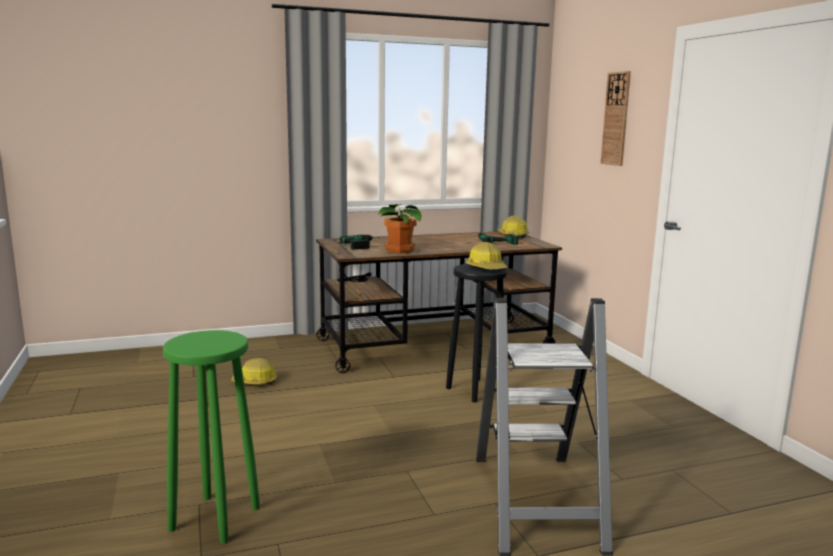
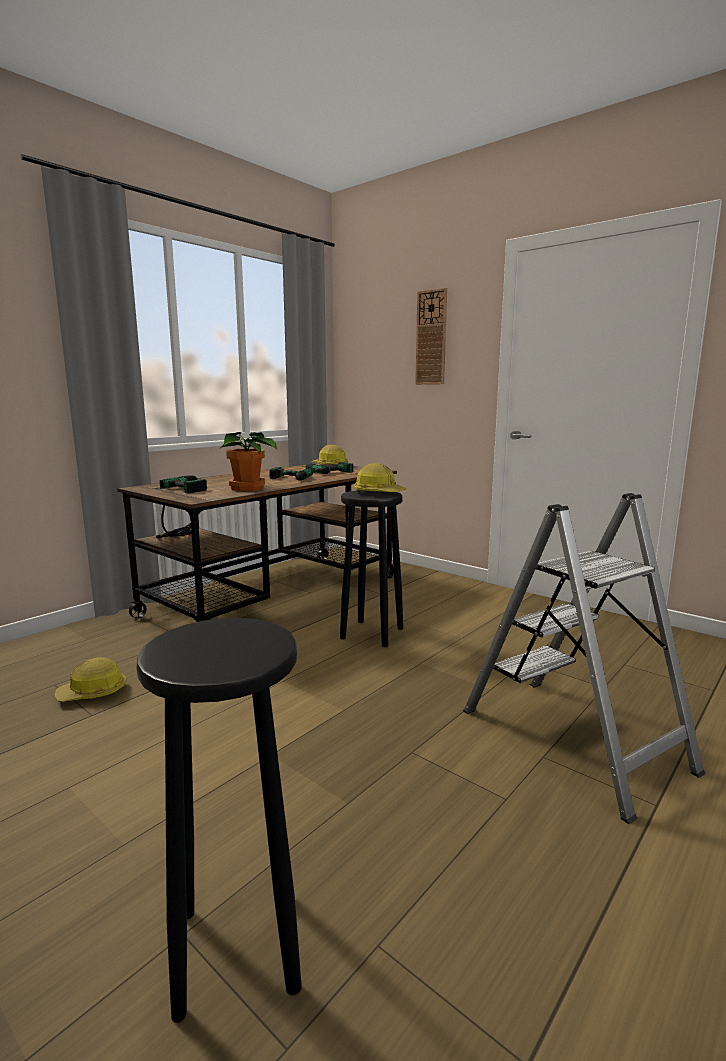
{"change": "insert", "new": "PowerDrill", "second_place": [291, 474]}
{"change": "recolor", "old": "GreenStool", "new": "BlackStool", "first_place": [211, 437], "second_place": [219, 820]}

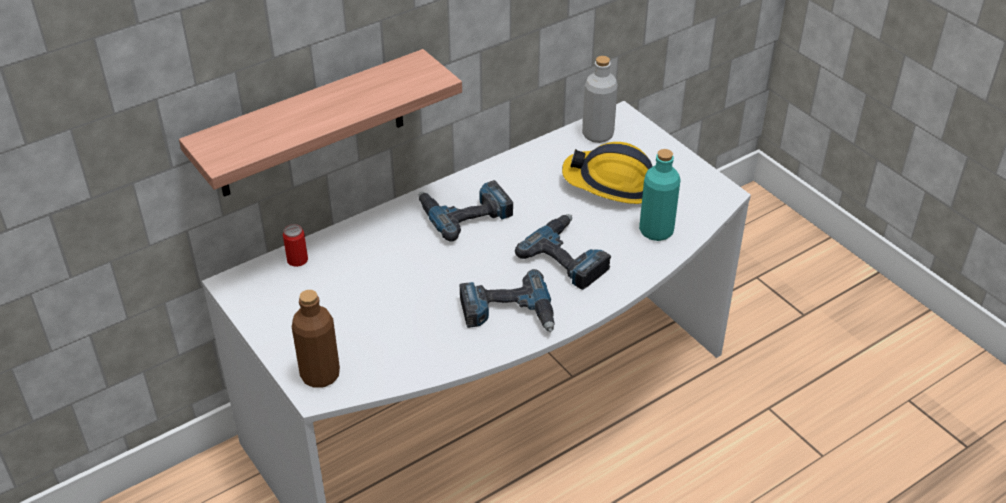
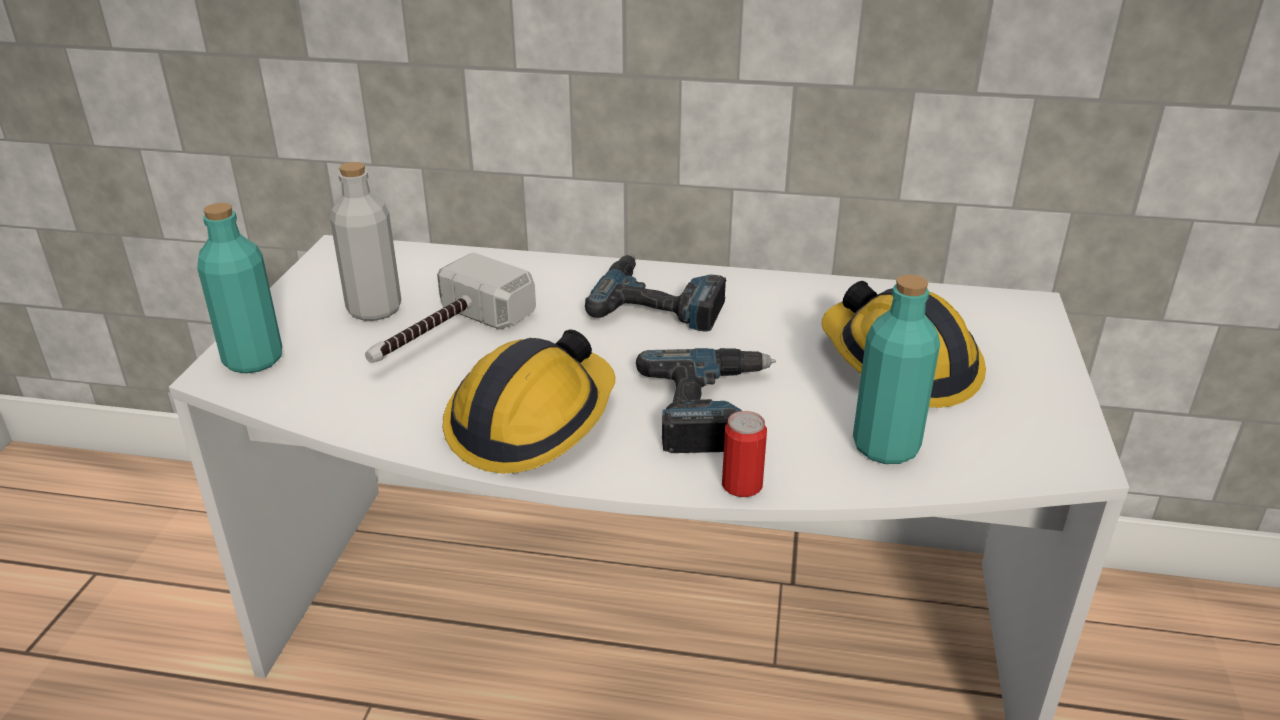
{"change": "delete", "old": "Shelf", "first_place": [320, 123]}
{"change": "insert", "new": "Hammer", "second_place": [450, 307]}
{"change": "move", "old": "Can", "first_place": [295, 245], "second_place": [744, 454]}
{"change": "move", "old": "GreyBottle", "first_place": [600, 99], "second_place": [365, 241]}
{"change": "replace", "old": "PowerDrill", "new": "HardHat", "first_place": [507, 300], "second_place": [529, 401]}
{"change": "recolor", "old": "BrownBottle", "new": "TurquoiseBottle", "first_place": [316, 339], "second_place": [239, 288]}

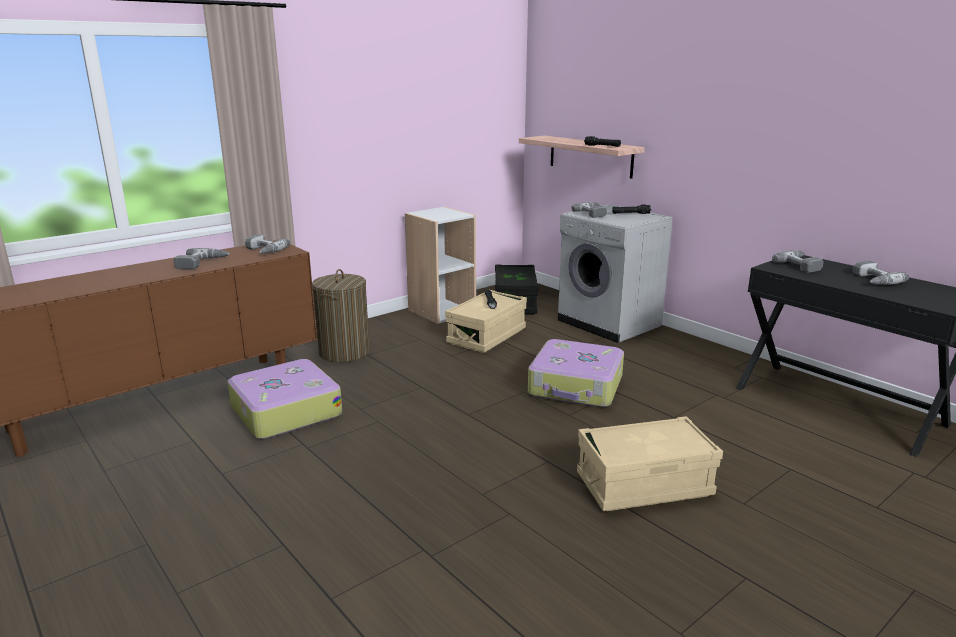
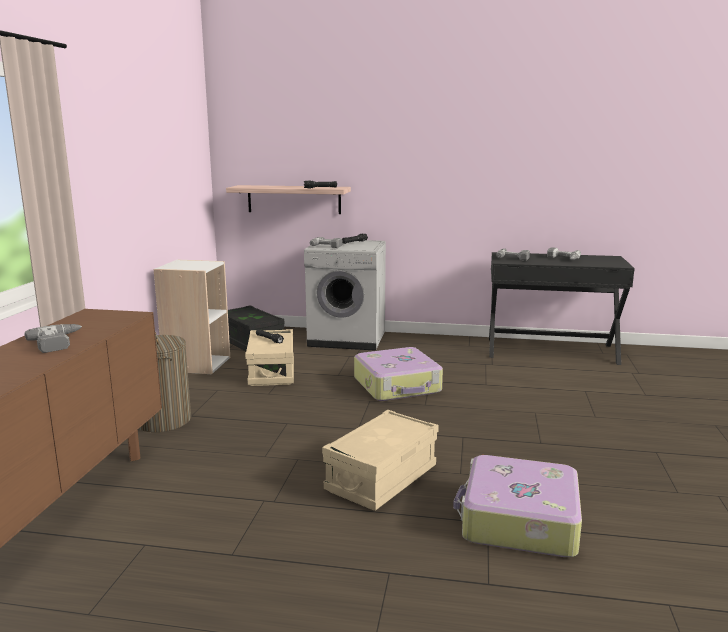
{"change": "delete", "old": "PowerDrill", "first_place": [267, 244]}
{"change": "move", "old": "Suitcase", "first_place": [284, 399], "second_place": [517, 506]}
{"change": "move", "old": "BeigeStorageBox", "first_place": [650, 463], "second_place": [380, 460]}

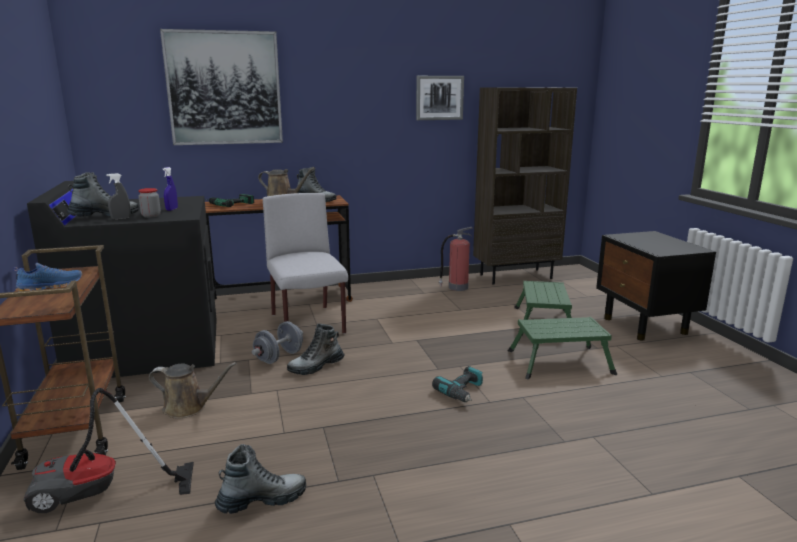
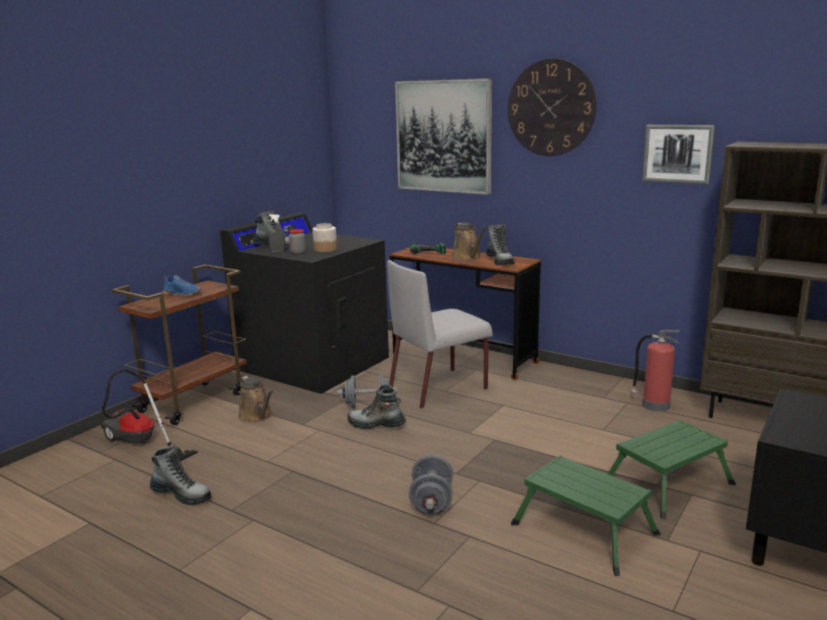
{"change": "insert", "new": "WallClock", "second_place": [552, 107]}
{"change": "replace", "old": "BlueSprayBottle", "new": "Jar", "first_place": [170, 189], "second_place": [324, 237]}
{"change": "replace", "old": "PowerDrill", "new": "GreyDumbbell", "first_place": [457, 384], "second_place": [431, 485]}
{"change": "rotate", "old": "GreyChair", "first_place": [305, 263], "second_place": [440, 334], "degrees": -150}

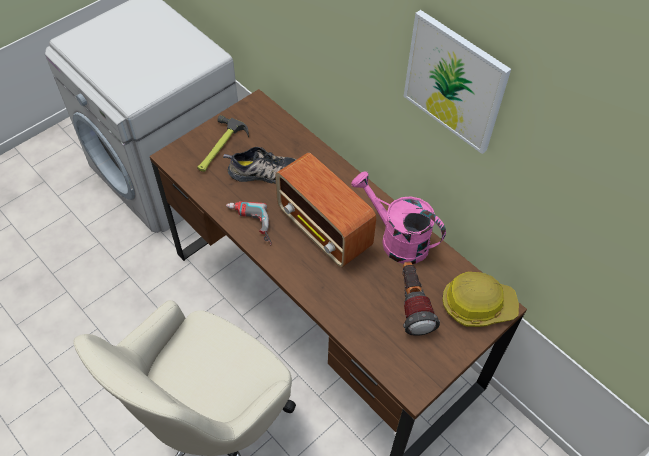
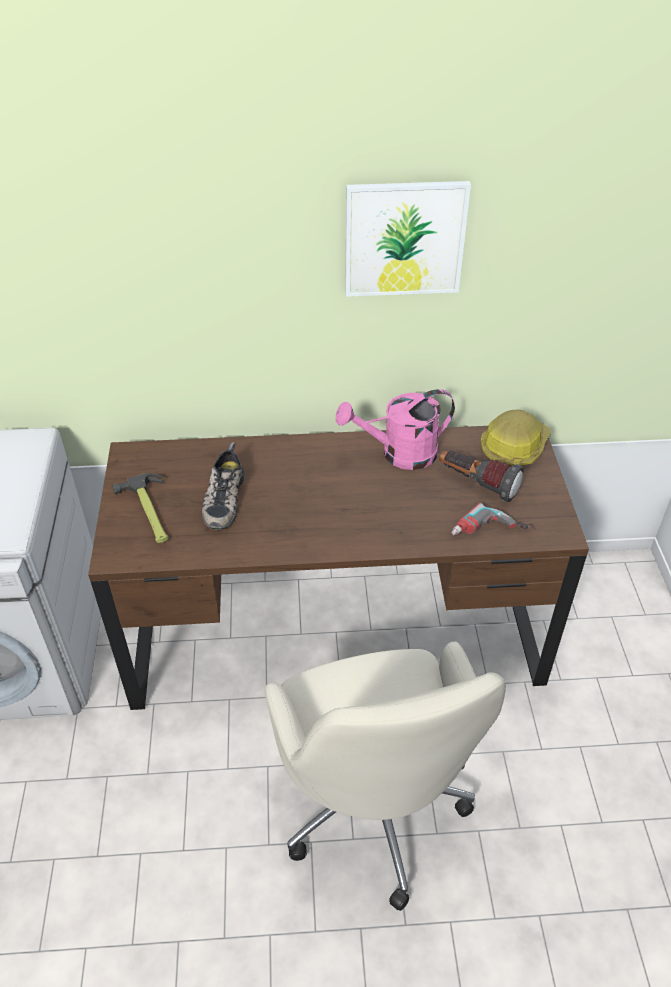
{"change": "delete", "old": "Radio", "first_place": [325, 210]}
{"change": "move", "old": "PowerDrill", "first_place": [249, 223], "second_place": [493, 519]}
{"change": "rotate", "old": "Shoe", "first_place": [260, 165], "second_place": [223, 486], "degrees": 150}

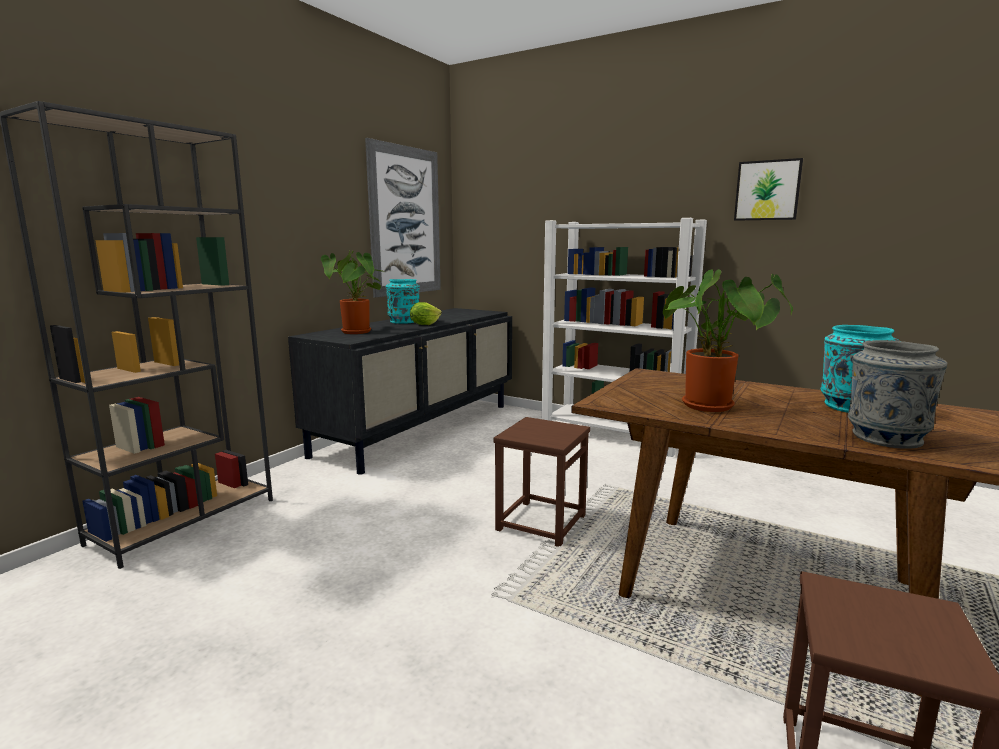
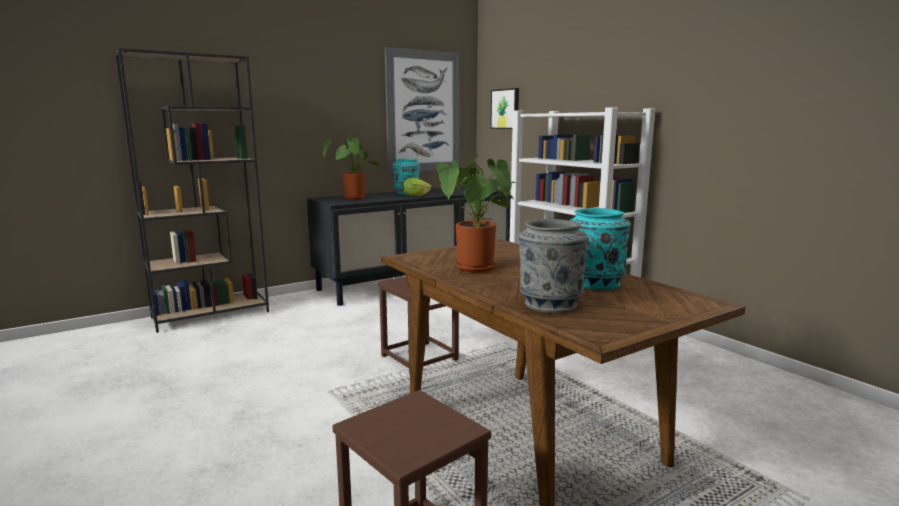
{"change": "move", "old": "Picture", "first_place": [768, 189], "second_place": [504, 108]}

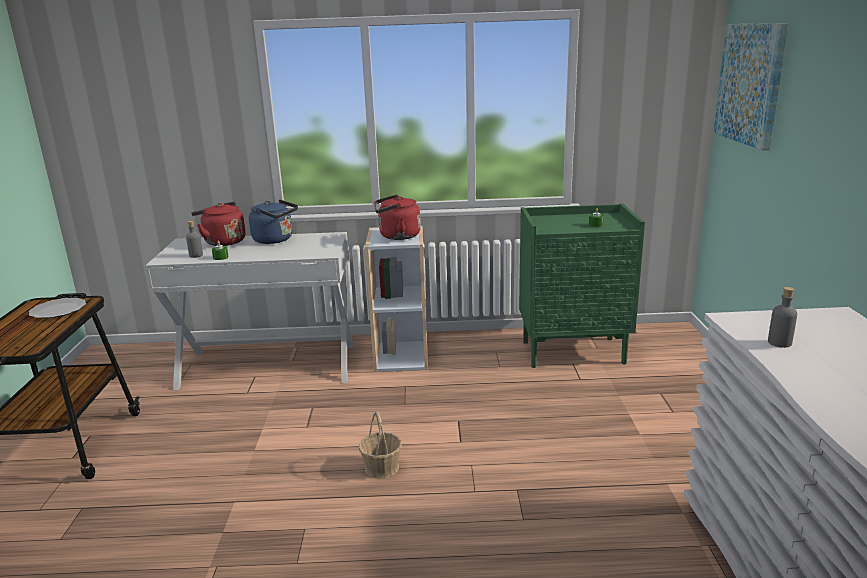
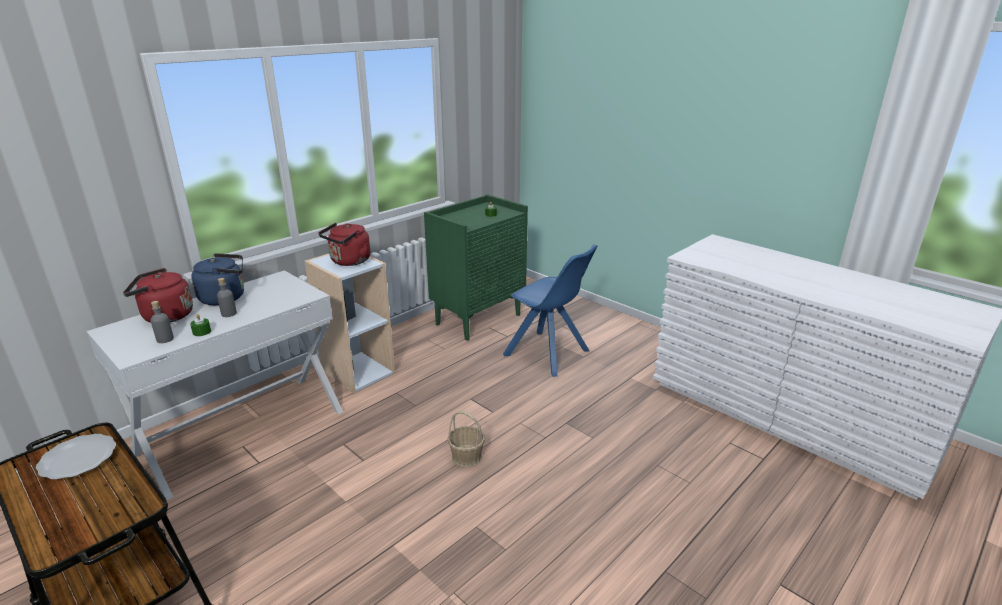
{"change": "delete", "old": "Picture", "first_place": [751, 86]}
{"change": "insert", "new": "BlueChair", "second_place": [550, 310]}
{"change": "move", "old": "GreyBottle", "first_place": [782, 317], "second_place": [227, 297]}

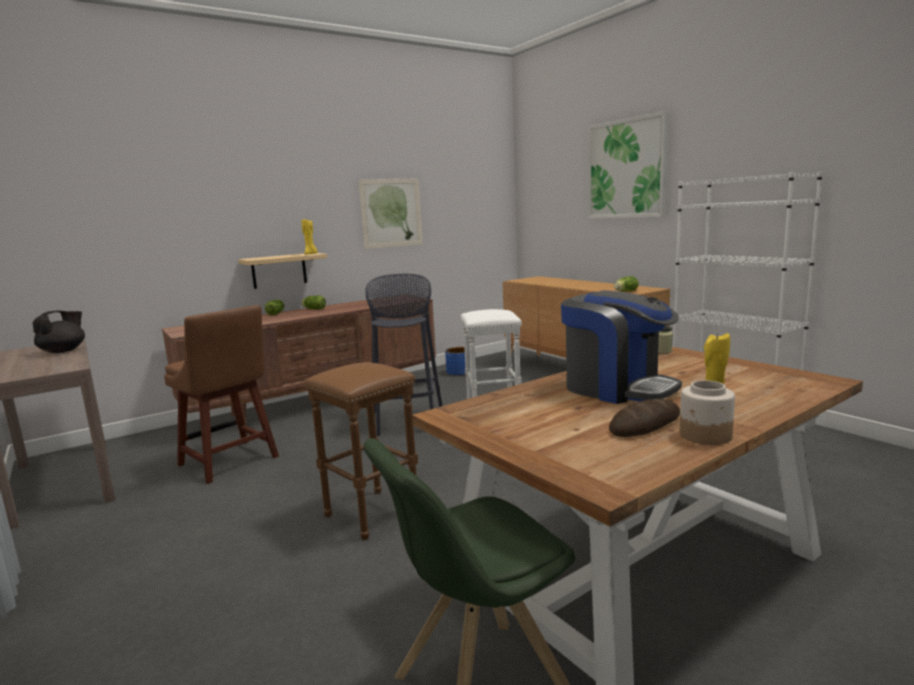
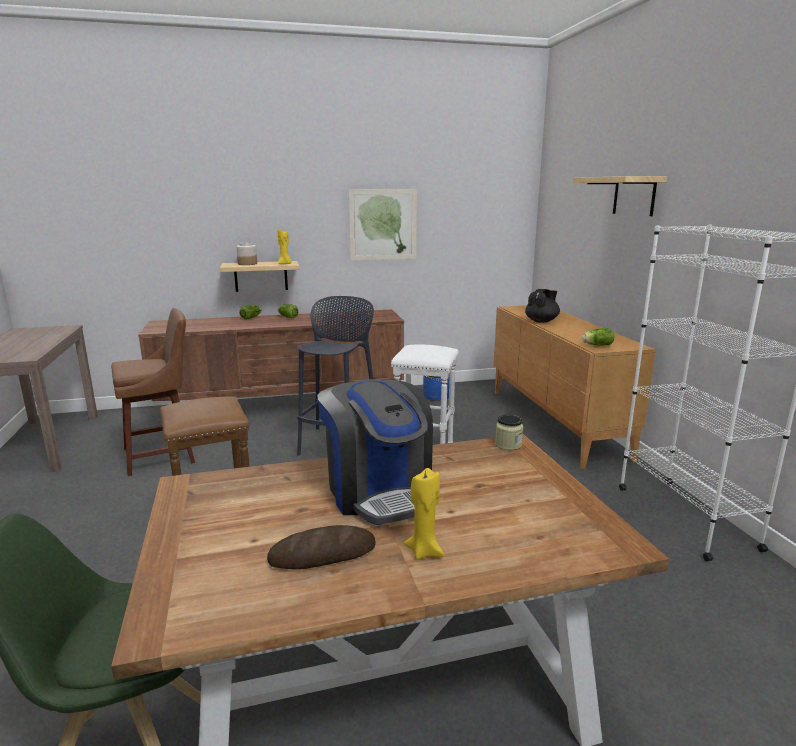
{"change": "move", "old": "BlackTeapot", "first_place": [58, 332], "second_place": [542, 306]}
{"change": "move", "old": "Jar", "first_place": [707, 412], "second_place": [246, 253]}
{"change": "replace", "old": "Picture", "new": "Shelf", "first_place": [628, 165], "second_place": [620, 196]}
{"change": "rotate", "old": "BrownChair", "first_place": [221, 394], "second_place": [153, 392], "degrees": -90}

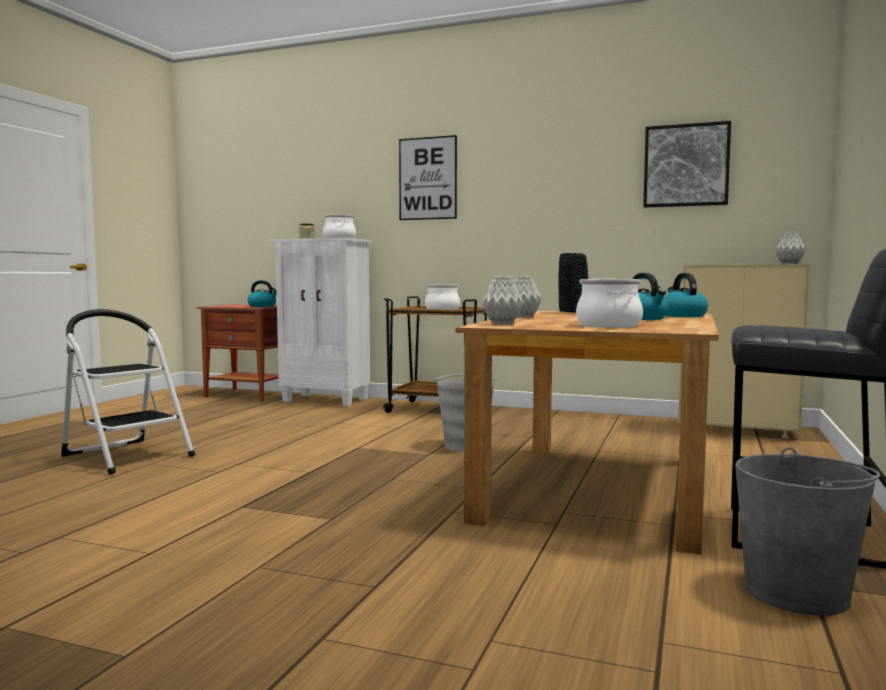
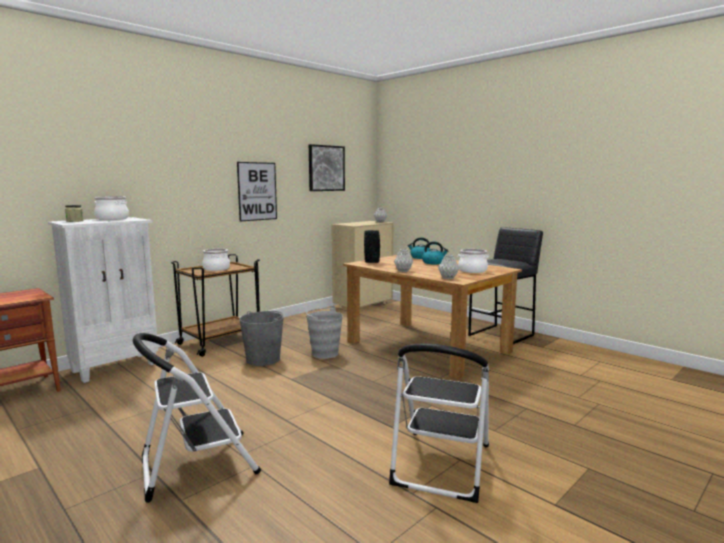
{"change": "delete", "old": "Kettle", "first_place": [262, 293]}
{"change": "insert", "new": "StepLadder", "second_place": [439, 423]}
{"change": "move", "old": "Picture", "first_place": [428, 177], "second_place": [257, 192]}
{"change": "move", "old": "GreyBucket", "first_place": [808, 531], "second_place": [261, 338]}

